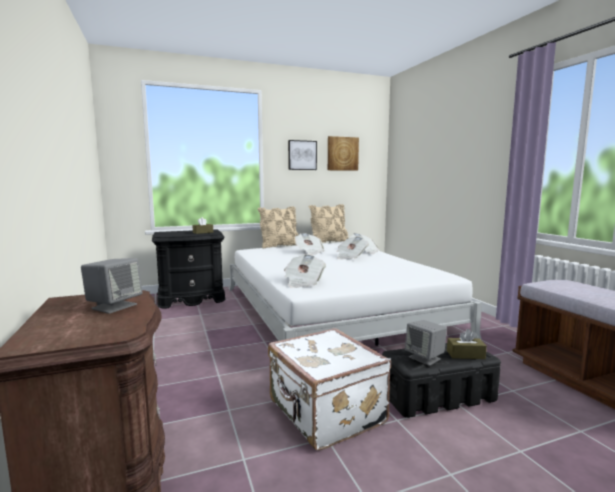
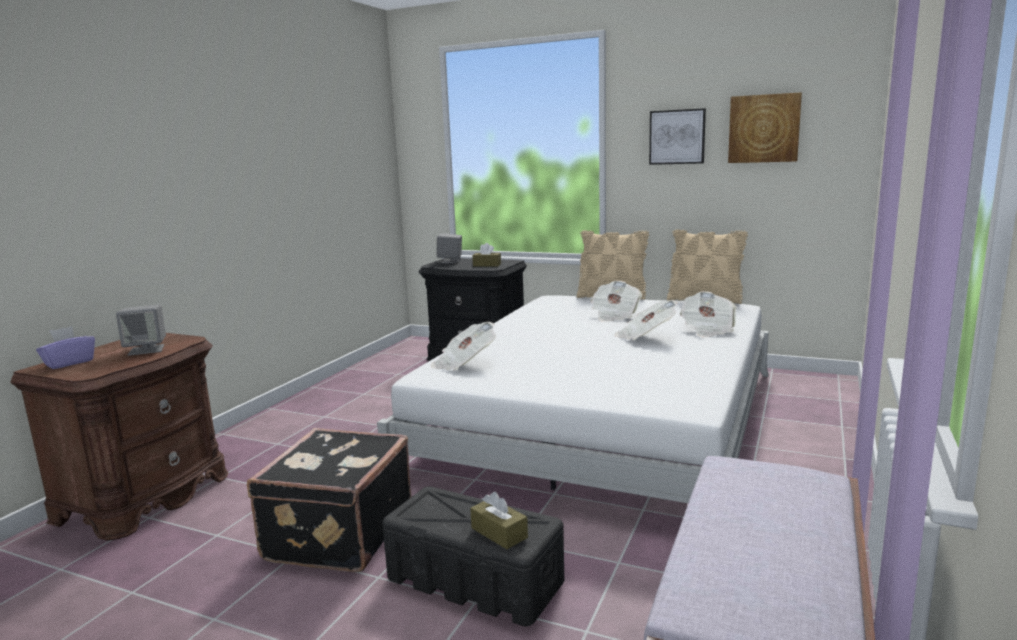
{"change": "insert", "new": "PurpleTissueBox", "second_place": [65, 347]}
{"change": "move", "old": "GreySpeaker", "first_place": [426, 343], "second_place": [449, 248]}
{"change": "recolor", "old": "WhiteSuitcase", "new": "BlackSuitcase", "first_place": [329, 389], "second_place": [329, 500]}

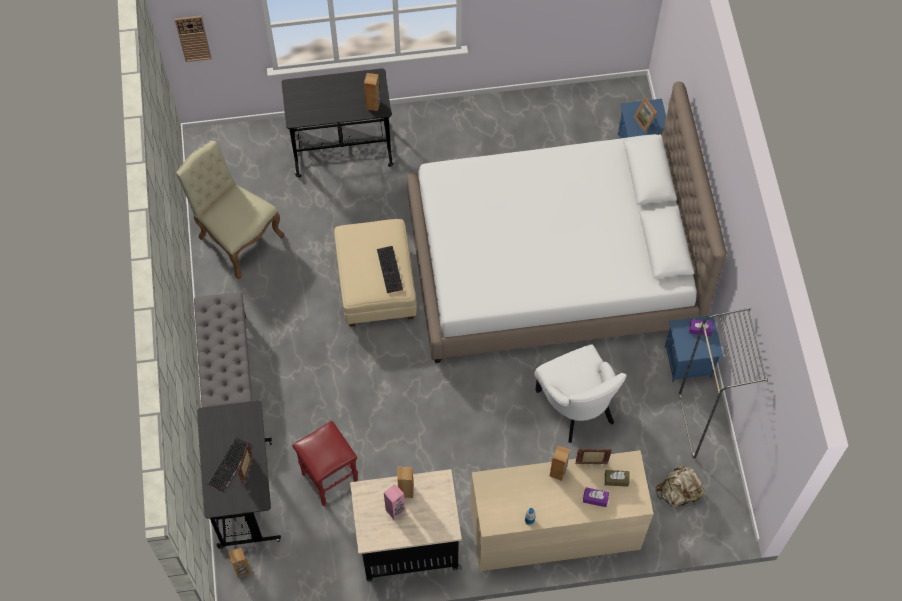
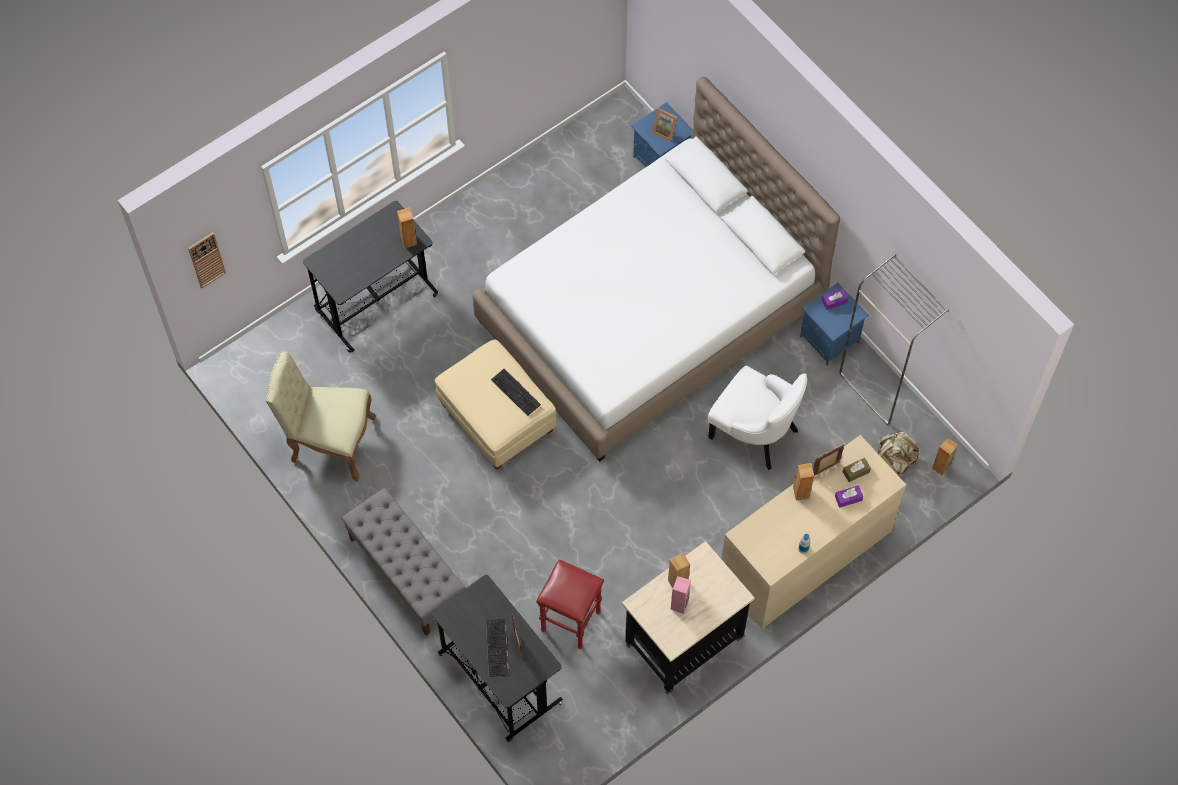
{"change": "move", "old": "BrownSpeaker", "first_place": [239, 563], "second_place": [945, 457]}

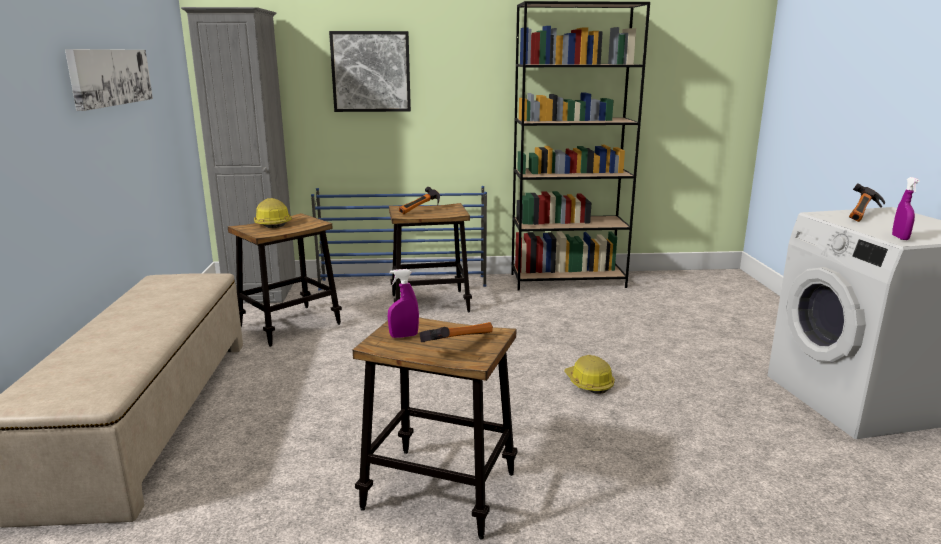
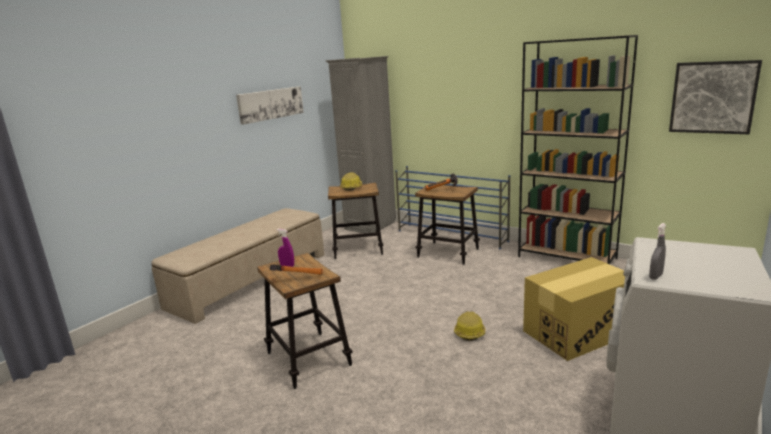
{"change": "delete", "old": "Hammer", "first_place": [867, 202]}
{"change": "insert", "new": "CardboardBox", "second_place": [574, 309]}
{"change": "move", "old": "Picture", "first_place": [370, 71], "second_place": [715, 97]}
{"change": "recolor", "old": "PurpleSprayBottle", "new": "GreySprayBottle", "first_place": [906, 208], "second_place": [657, 251]}

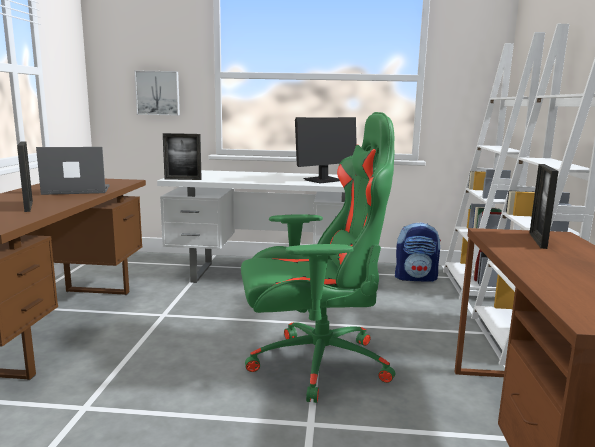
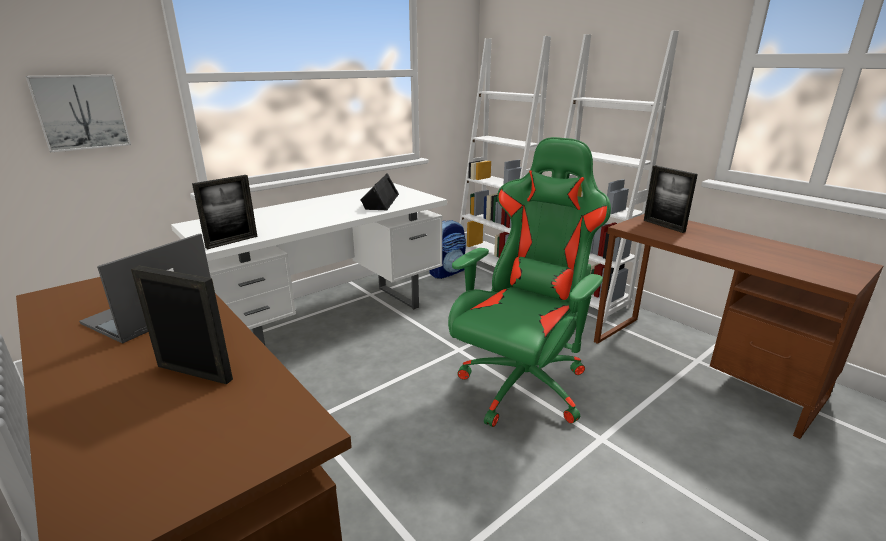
{"change": "replace", "old": "Monitor", "new": "BlackSpeaker", "first_place": [326, 150], "second_place": [379, 192]}

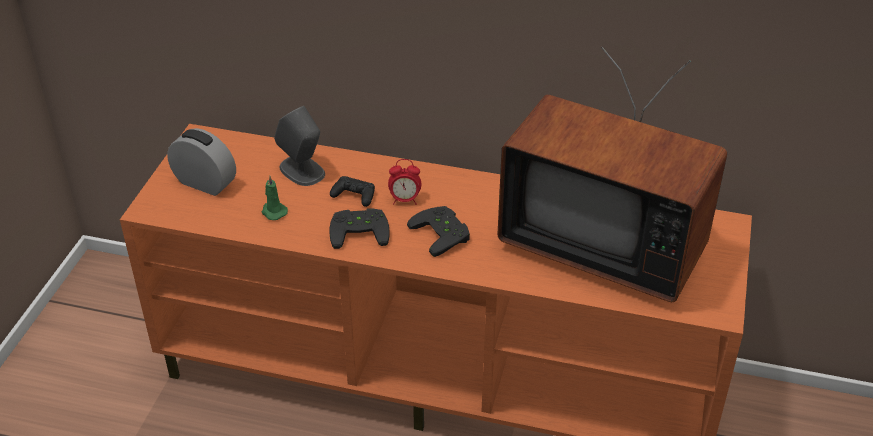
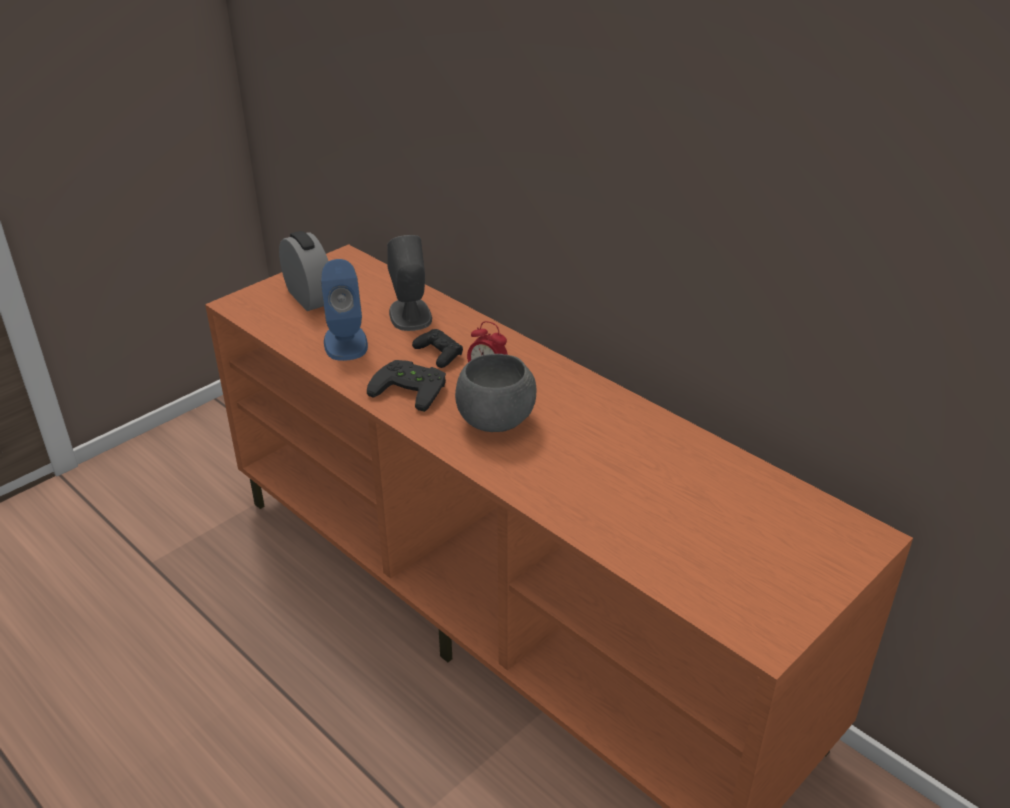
{"change": "delete", "old": "Television", "first_place": [612, 174]}
{"change": "replace", "old": "GreenCandle", "new": "BlueSpeaker", "first_place": [274, 198], "second_place": [344, 310]}
{"change": "replace", "old": "BlackGameController", "new": "GreyBowl", "first_place": [438, 231], "second_place": [496, 393]}

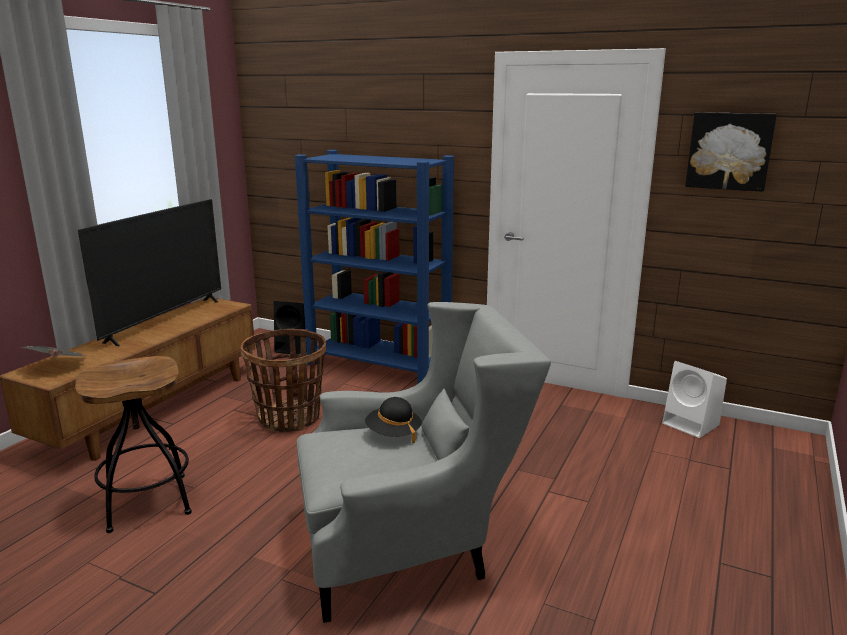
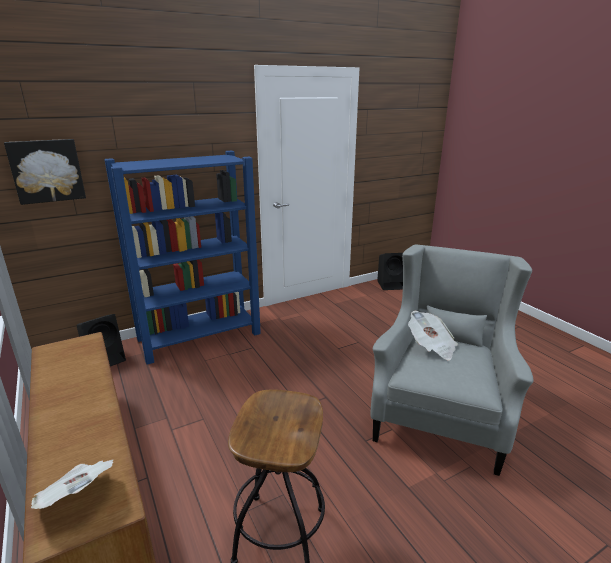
{"change": "delete", "old": "Television", "first_place": [149, 272]}
{"change": "delete", "old": "Basket", "first_place": [283, 380]}
{"change": "move", "old": "Picture", "first_place": [731, 152], "second_place": [45, 172]}
{"change": "replace", "old": "BlackHat", "new": "Newspaper", "first_place": [393, 420], "second_place": [433, 336]}
{"change": "recolor", "old": "WhiteSpeaker", "new": "BlackSpeaker", "first_place": [694, 399], "second_place": [390, 271]}

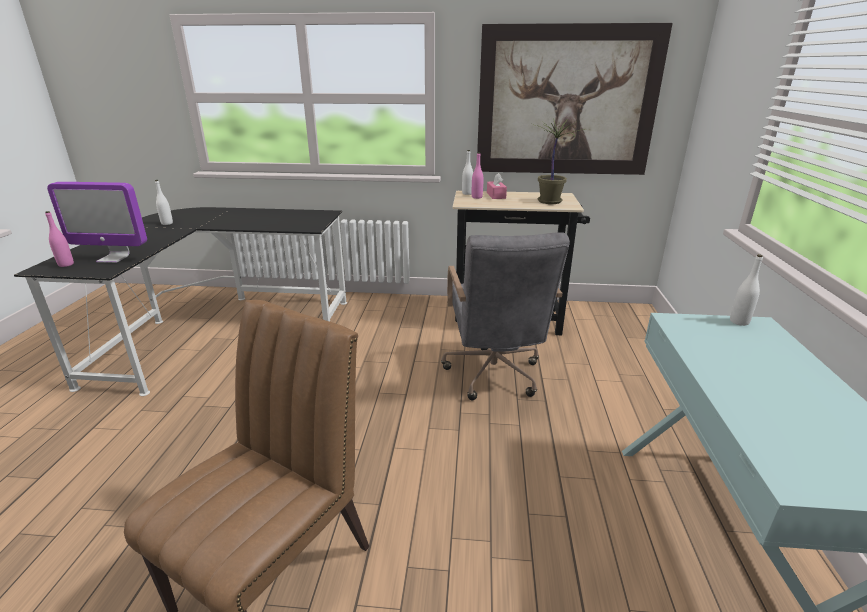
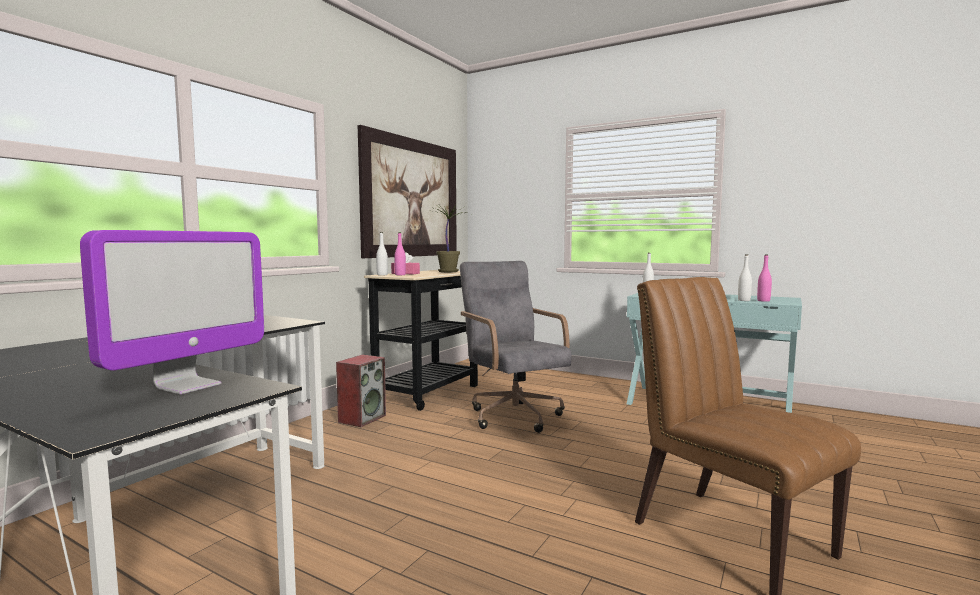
{"change": "insert", "new": "Speaker", "second_place": [361, 390]}
{"change": "move", "old": "PinkBottle", "first_place": [59, 239], "second_place": [764, 278]}
{"change": "move", "old": "WhiteBottle", "first_place": [164, 202], "second_place": [745, 278]}
{"change": "rotate", "old": "GreyOfficeChair", "first_place": [505, 316], "second_place": [516, 347], "degrees": -135}

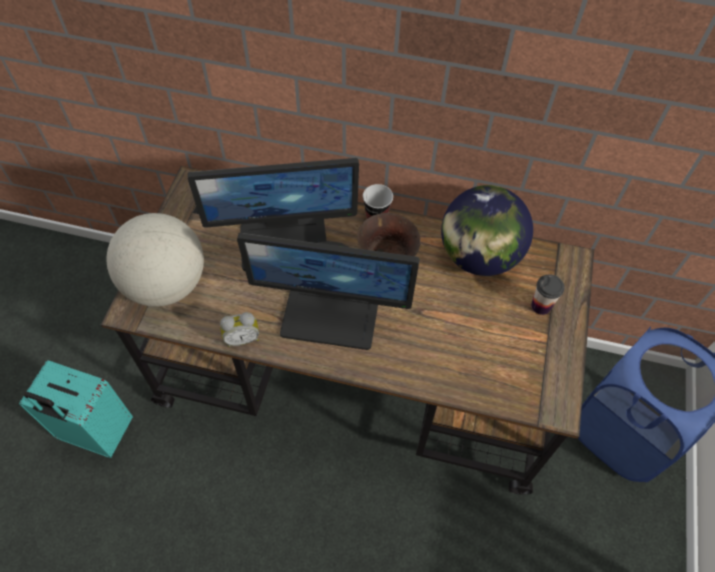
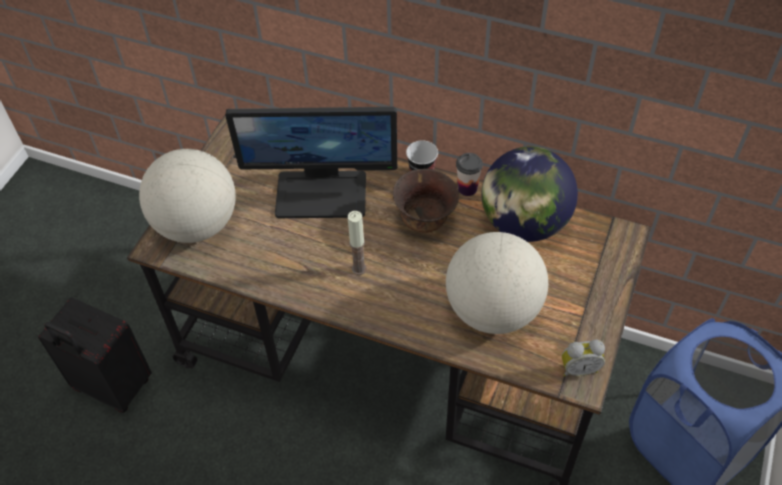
{"change": "insert", "new": "Globe", "second_place": [497, 283]}
{"change": "move", "old": "AlarmClock", "first_place": [239, 329], "second_place": [583, 358]}
{"change": "move", "old": "Cup", "first_place": [548, 295], "second_place": [469, 174]}
{"change": "replace", "old": "Monitor", "new": "Candle", "first_place": [328, 291], "second_place": [357, 243]}
{"change": "recolor", "old": "TurquoiseSuitcase", "new": "BlackSuitcase", "first_place": [76, 409], "second_place": [95, 355]}

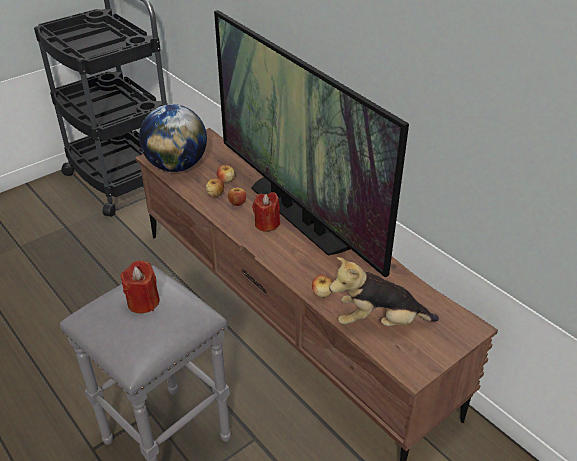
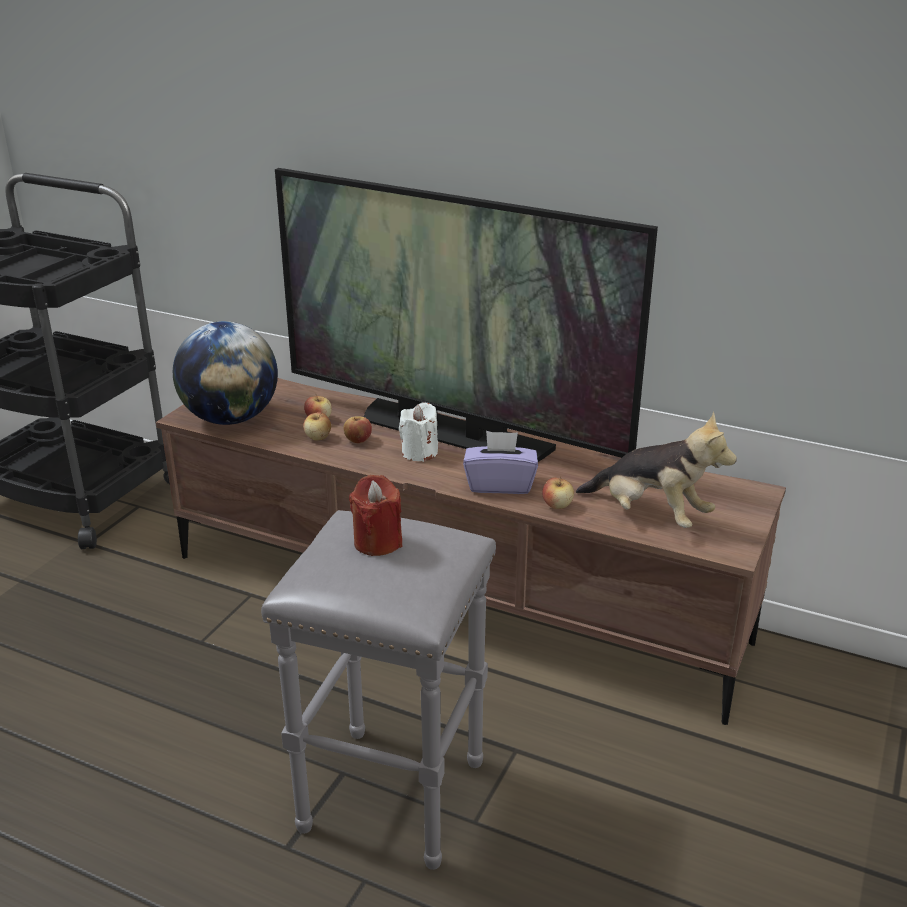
{"change": "insert", "new": "PurpleTissueBox", "second_place": [500, 462]}
{"change": "recolor", "old": "RedCandle", "new": "WhiteCandle", "first_place": [266, 212], "second_place": [418, 432]}
{"change": "rotate", "old": "PlushToy", "first_place": [384, 291], "second_place": [656, 470], "degrees": -120}

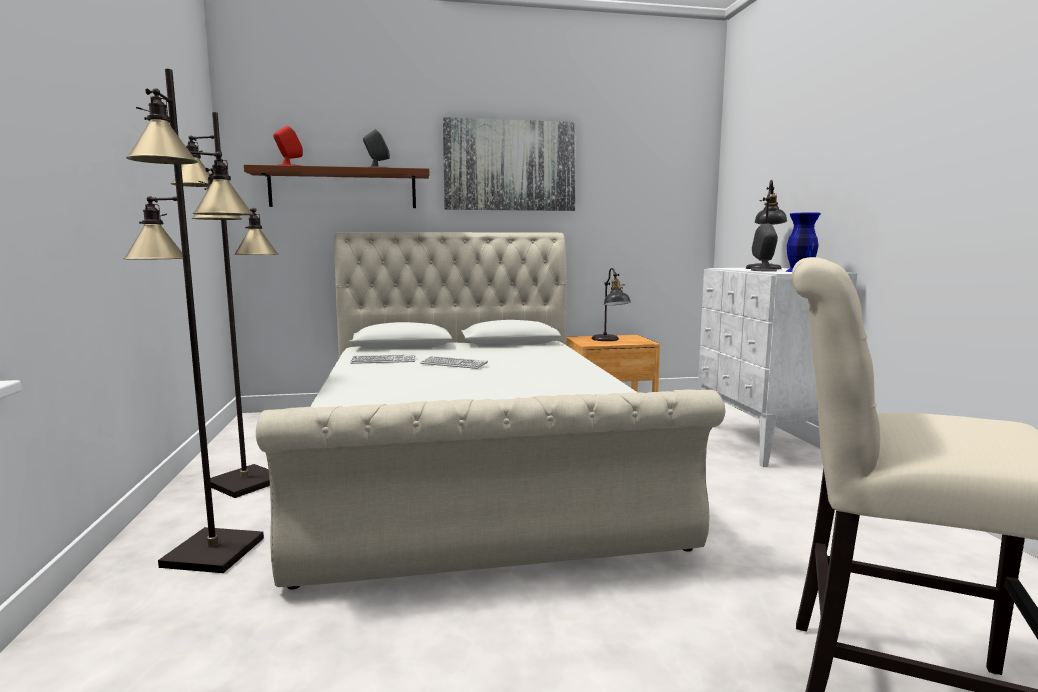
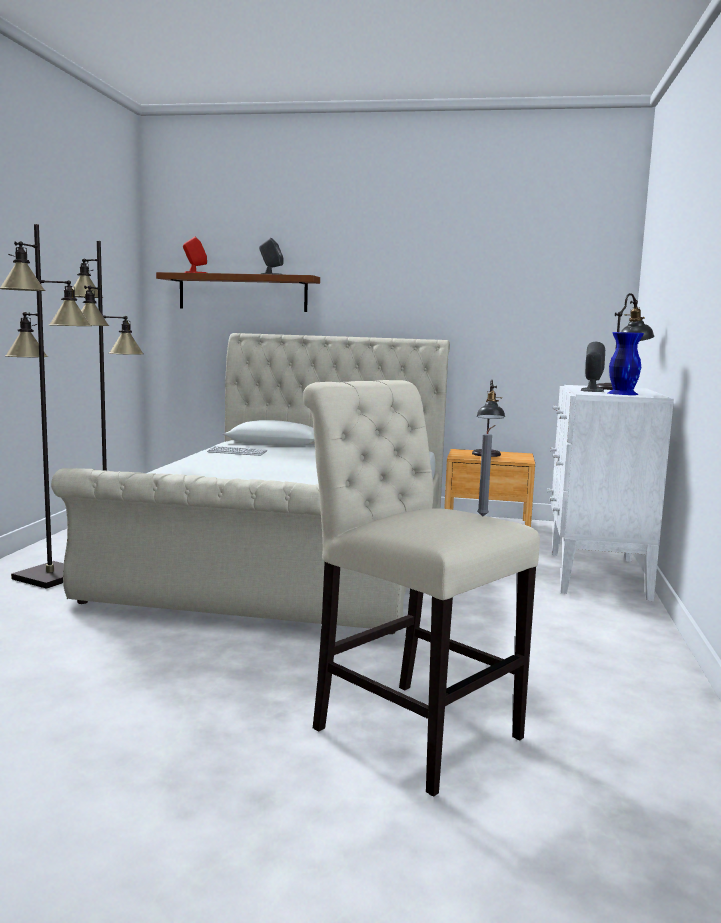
{"change": "delete", "old": "Keyboard", "first_place": [454, 362]}
{"change": "delete", "old": "Picture", "first_place": [510, 164]}
{"change": "insert", "new": "GreyCandle", "second_place": [486, 471]}

